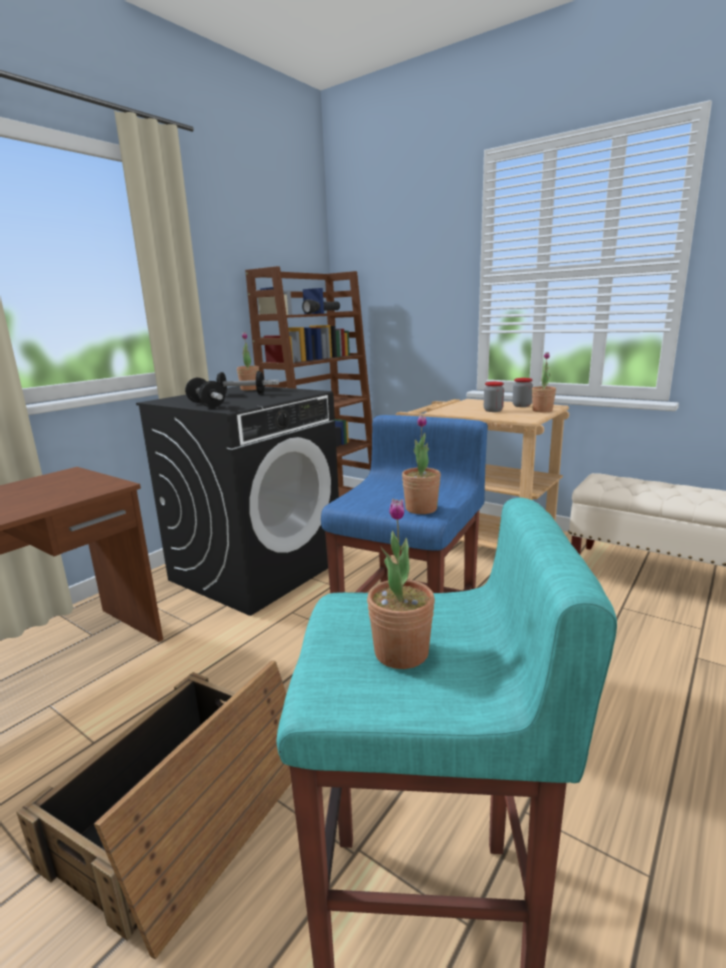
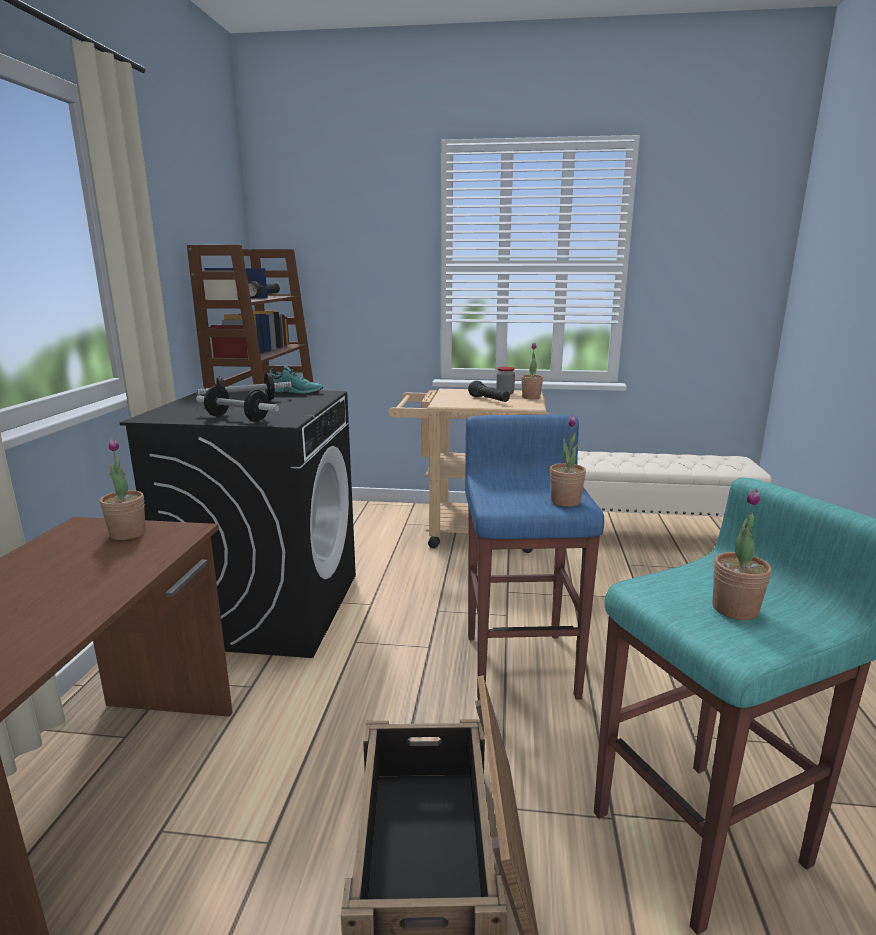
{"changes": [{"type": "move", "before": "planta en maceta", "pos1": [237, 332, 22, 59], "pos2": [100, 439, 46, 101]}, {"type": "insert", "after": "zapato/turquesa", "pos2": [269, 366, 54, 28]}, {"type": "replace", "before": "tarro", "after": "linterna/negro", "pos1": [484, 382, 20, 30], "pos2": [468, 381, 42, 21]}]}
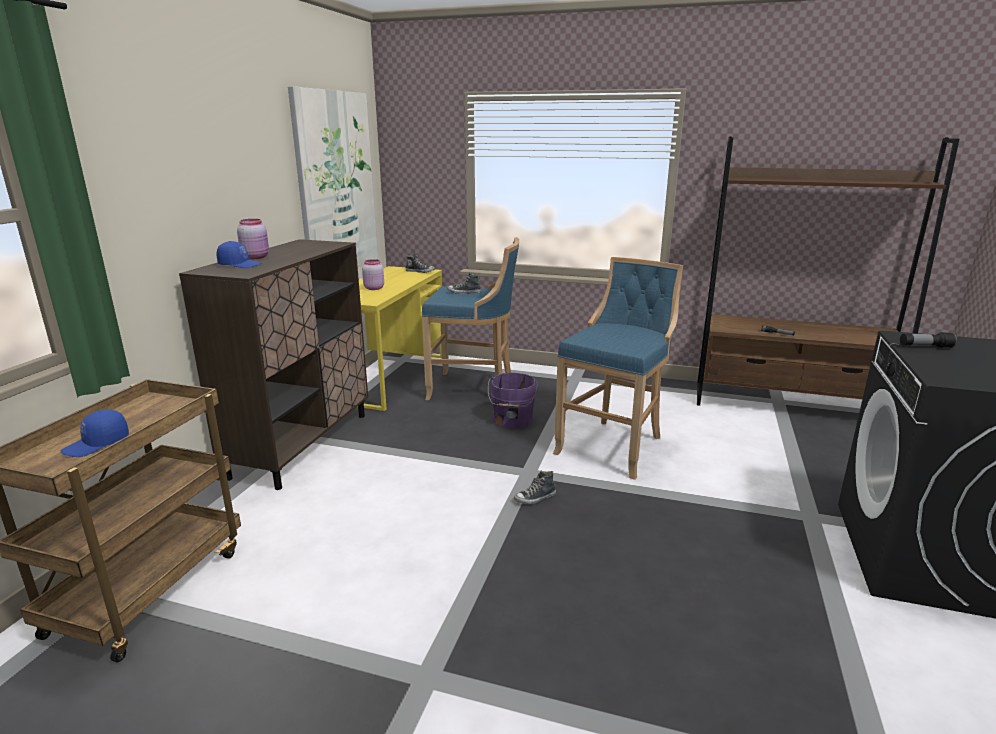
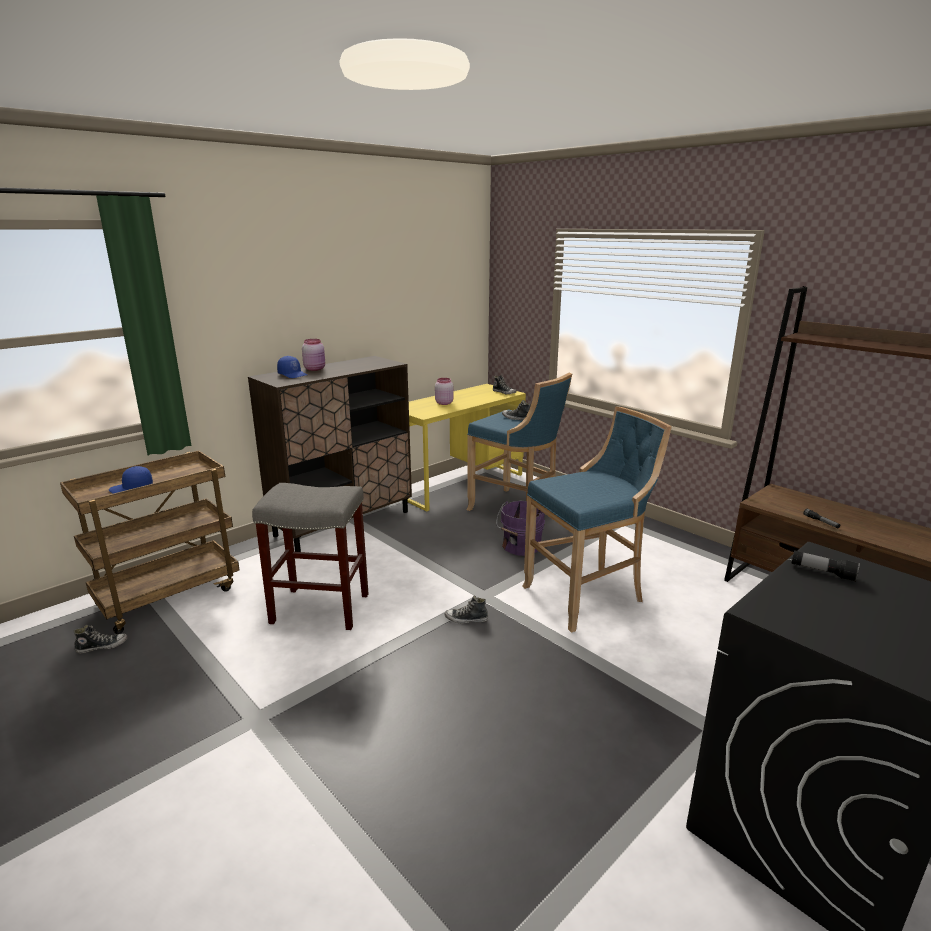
{"changes": [{"type": "insert", "after": "zapato", "pos2": [73, 625, 55, 28]}, {"type": "insert", "after": "taburete/gris", "pos2": [252, 483, 116, 147]}, {"type": "delete", "before": "cuadro", "pos1": [288, 86, 90, 181]}]}
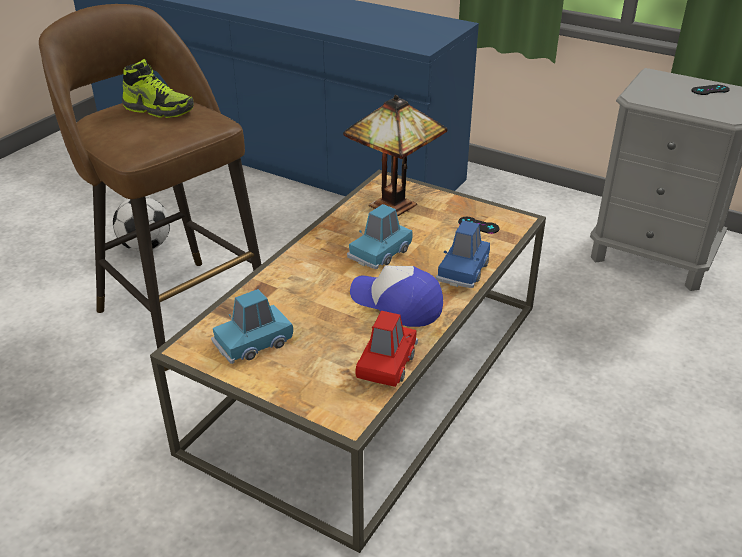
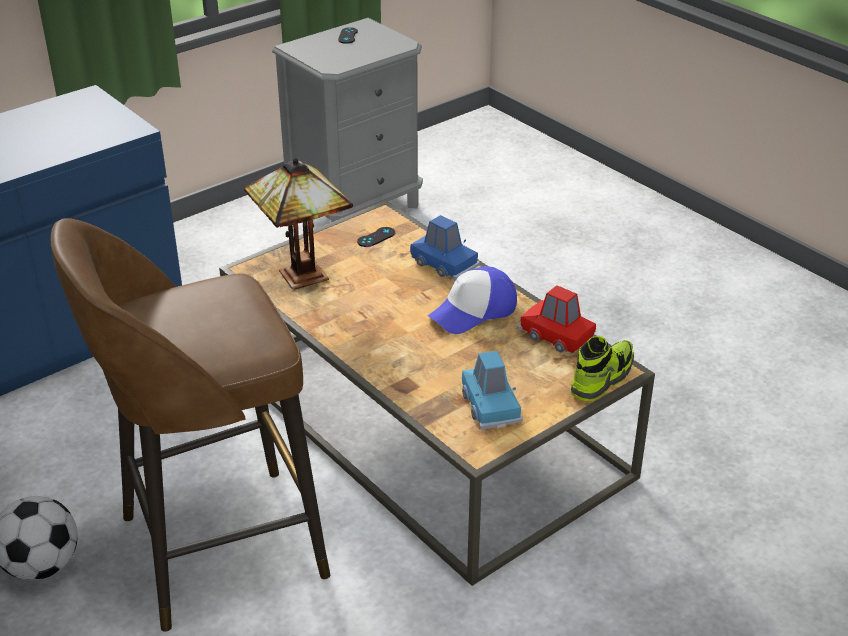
{"changes": [{"type": "move", "before": "zapato", "pos1": [122, 59, 72, 59], "pos2": [571, 336, 63, 65]}, {"type": "delete", "before": "coche de juguete/azul", "pos1": [347, 204, 66, 65]}]}
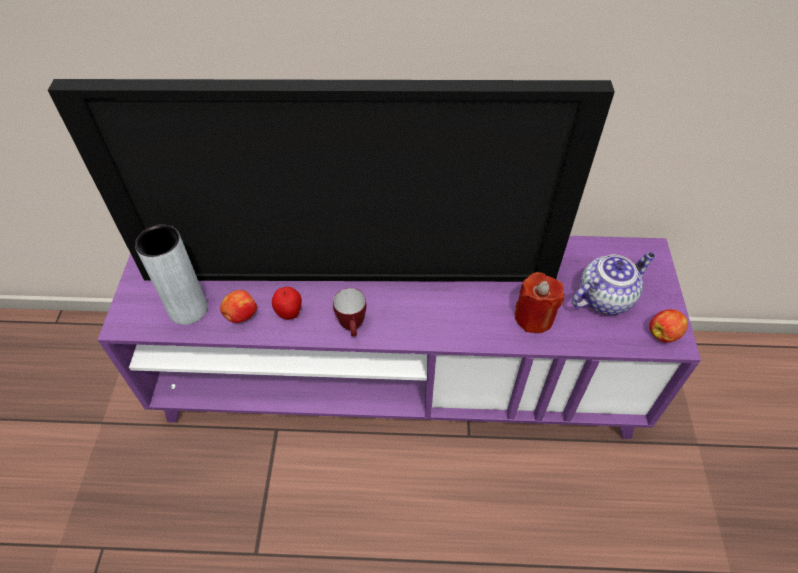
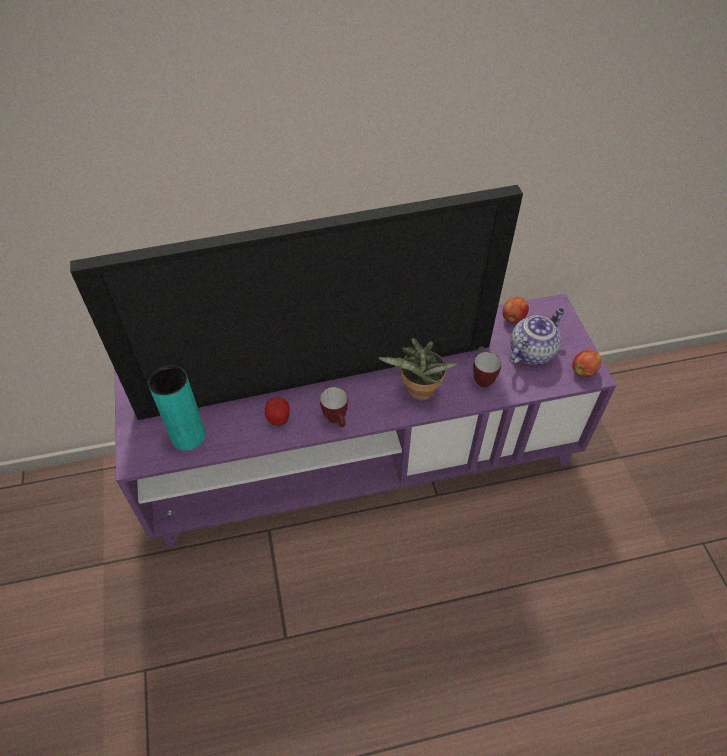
{"changes": [{"type": "recolor", "before": "florero/gris", "after": "florero/turquesa", "pos1": [135, 225, 72, 100], "pos2": [148, 366, 57, 85]}, {"type": "insert", "after": "planta en maceta", "pos2": [378, 338, 80, 63]}, {"type": "replace", "before": "vela/rojo", "after": "taza grande", "pos1": [515, 272, 49, 61], "pos2": [473, 352, 28, 36]}, {"type": "move", "before": "manzana", "pos1": [220, 290, 37, 33], "pos2": [503, 297, 26, 26]}]}
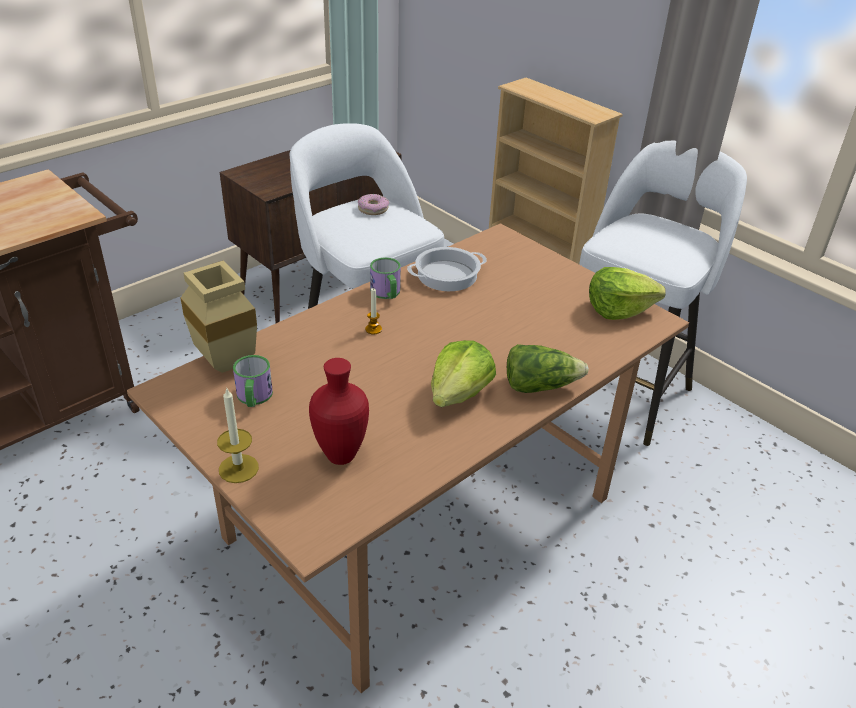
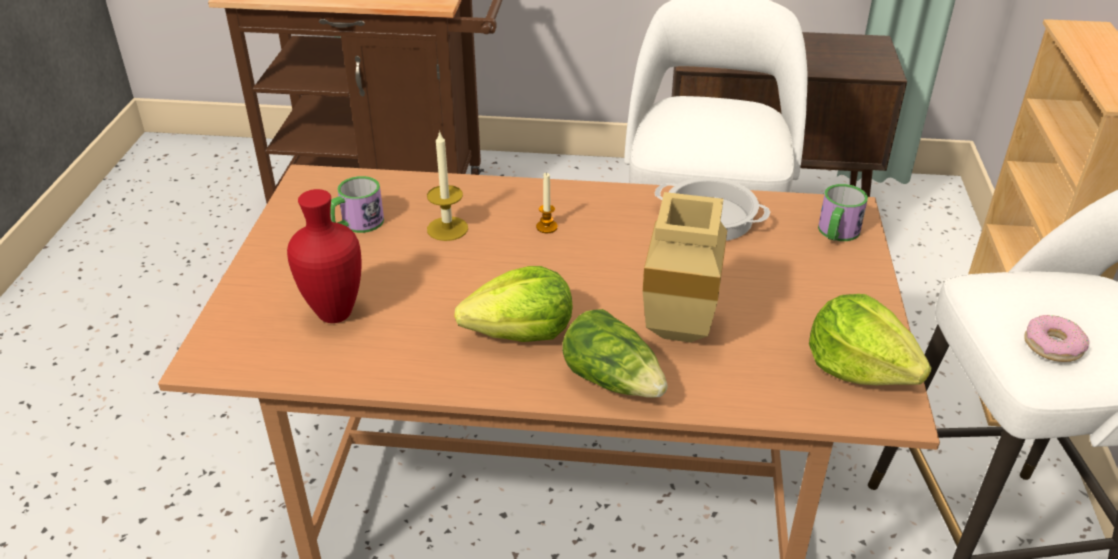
{"changes": [{"type": "move", "before": "vela", "pos1": [217, 387, 42, 96], "pos2": [427, 130, 41, 111]}, {"type": "move", "before": "florero/beis", "pos1": [181, 260, 76, 113], "pos2": [643, 192, 84, 151]}, {"type": "move", "before": "taza grande", "pos1": [370, 257, 31, 42], "pos2": [818, 184, 50, 57]}, {"type": "move", "before": "rosquilla", "pos1": [358, 194, 31, 21], "pos2": [1024, 315, 65, 47]}]}
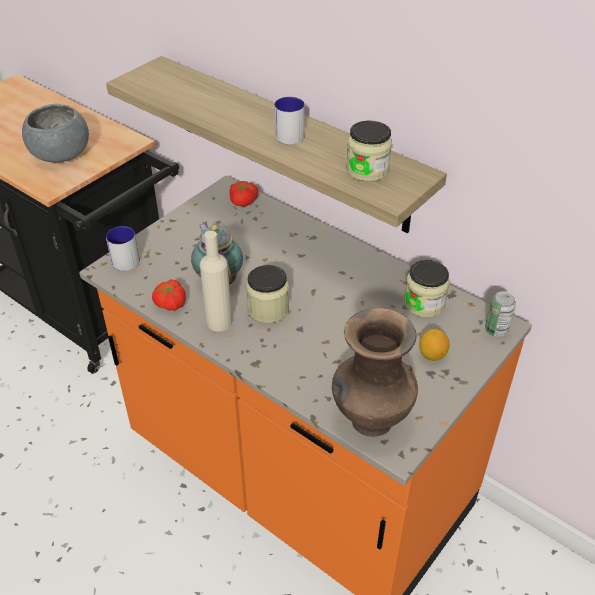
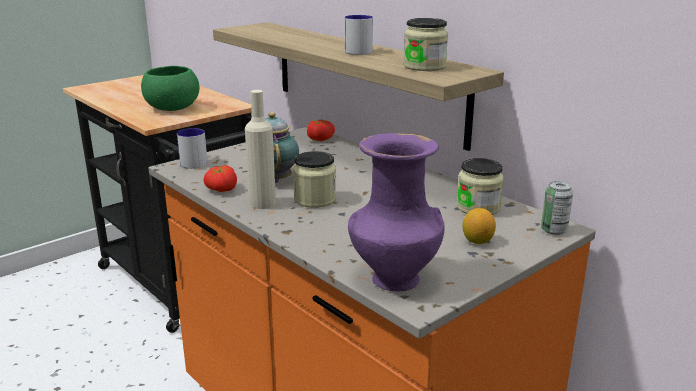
{"changes": [{"type": "recolor", "before": "cuenco/gris", "after": "cuenco/verde", "pos1": [22, 104, 67, 58], "pos2": [141, 66, 58, 45]}, {"type": "recolor", "before": "florero/marrón", "after": "florero/morado", "pos1": [332, 308, 86, 129], "pos2": [348, 133, 96, 158]}]}
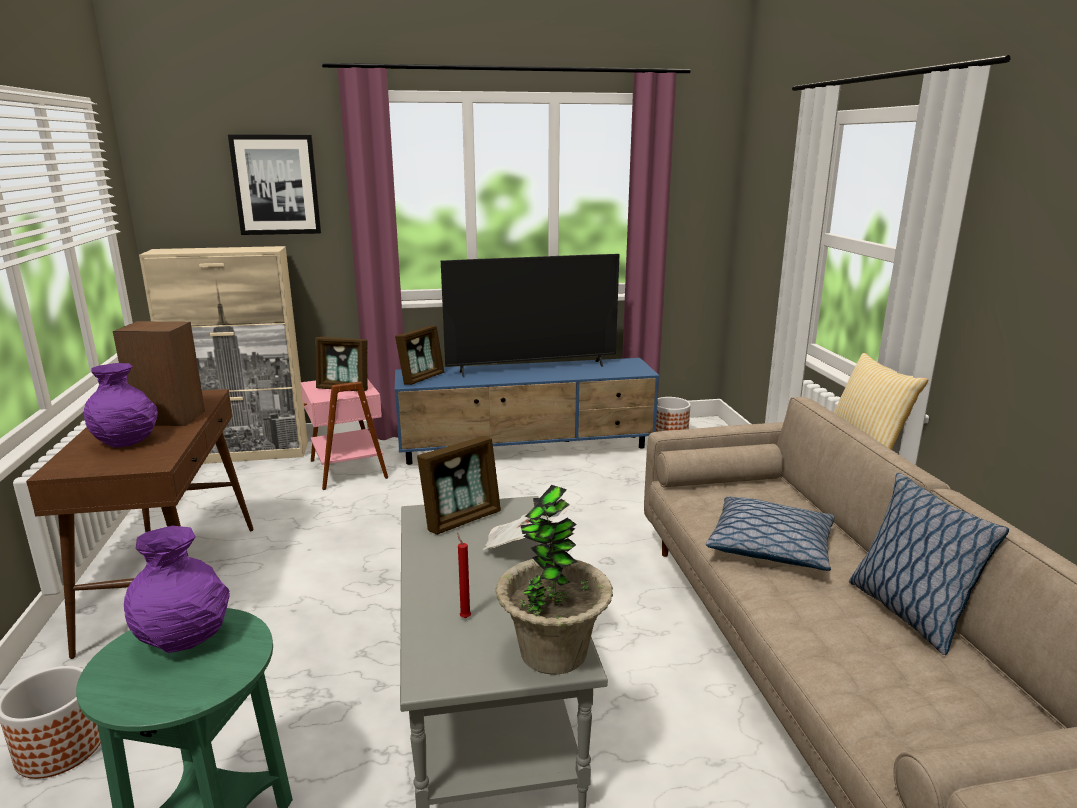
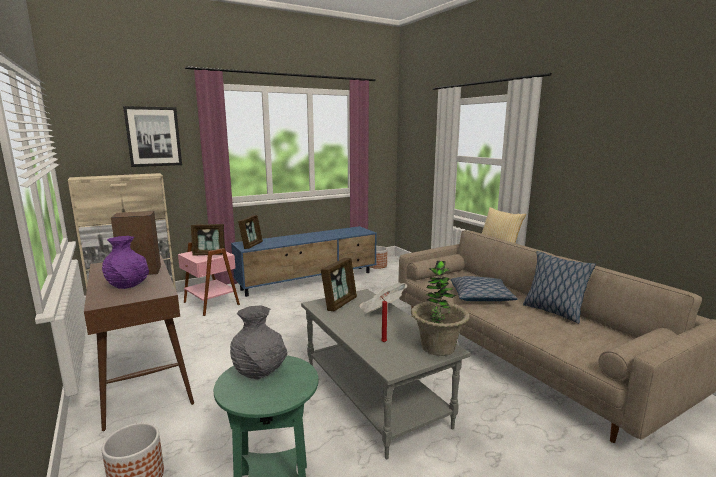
{"changes": [{"type": "recolor", "before": "florero/morado", "after": "florero/gris", "pos1": [124, 526, 106, 127], "pos2": [230, 305, 57, 75]}, {"type": "delete", "before": "televisor", "pos1": [441, 254, 178, 124]}]}
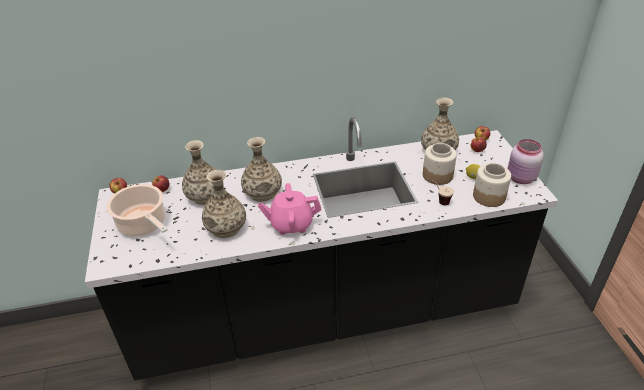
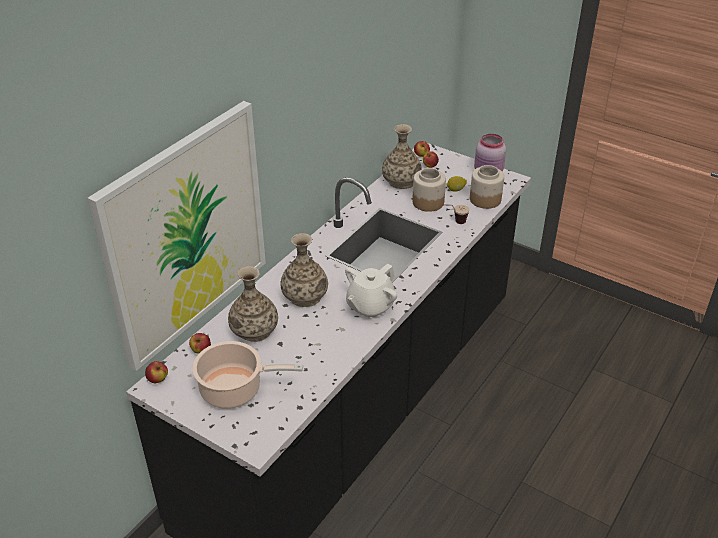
{"changes": [{"type": "insert", "after": "cuadro", "pos2": [87, 101, 179, 270]}, {"type": "recolor", "before": "tetera/rosa", "after": "tetera/blanco", "pos1": [258, 183, 63, 52], "pos2": [345, 263, 52, 57]}, {"type": "delete", "before": "florero", "pos1": [202, 170, 44, 68]}]}
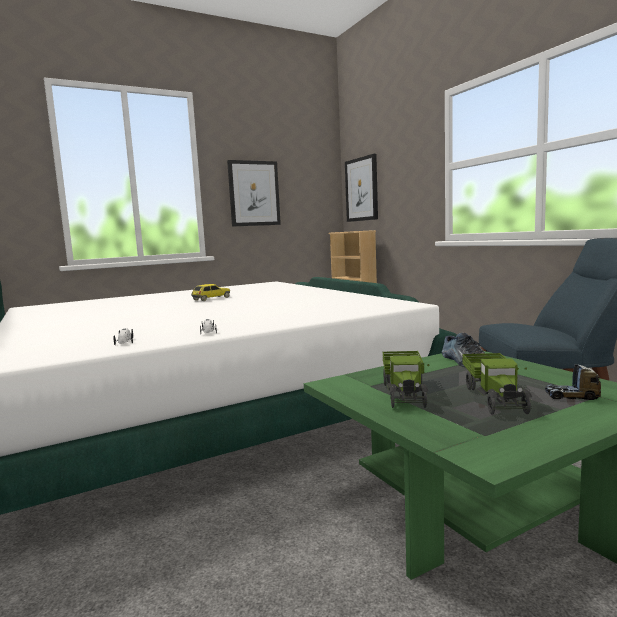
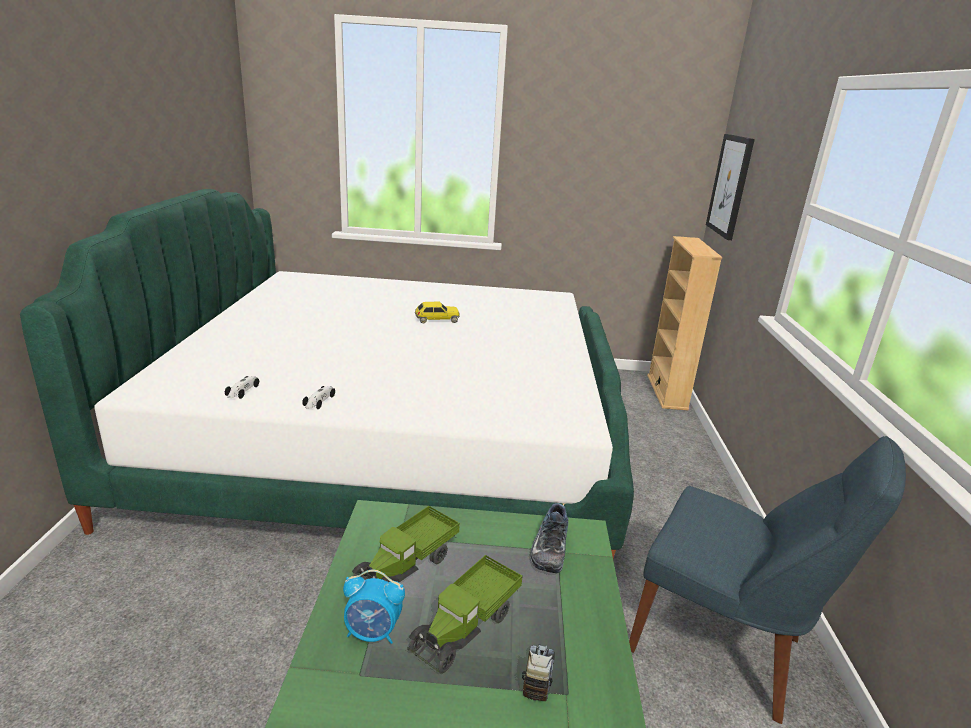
{"changes": [{"type": "insert", "after": "despertador", "pos2": [343, 569, 62, 75]}, {"type": "rotate", "before": "camión de juguete", "pos1": [545, 364, 56, 36], "pos2": [522, 644, 33, 57], "turn": 60}, {"type": "delete", "before": "cuadro", "pos1": [227, 160, 54, 67]}]}
